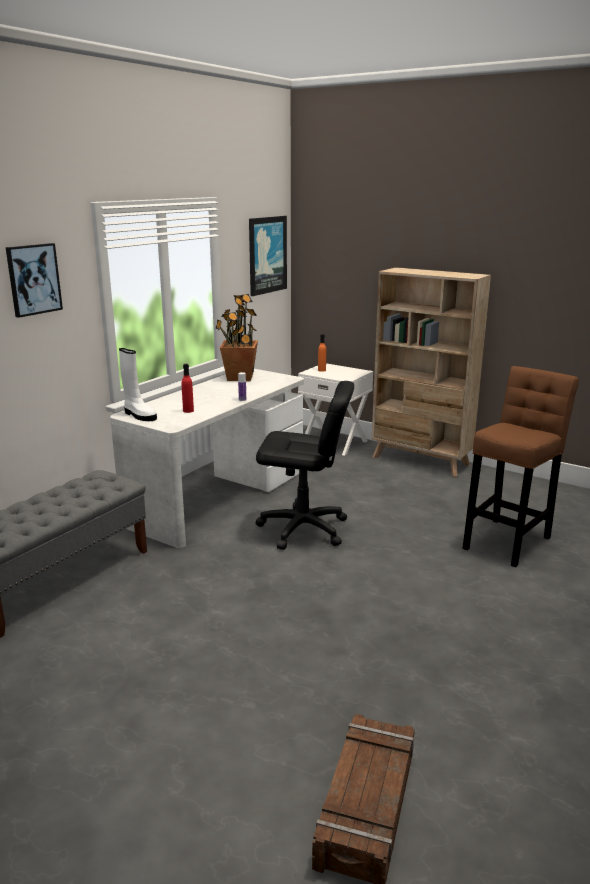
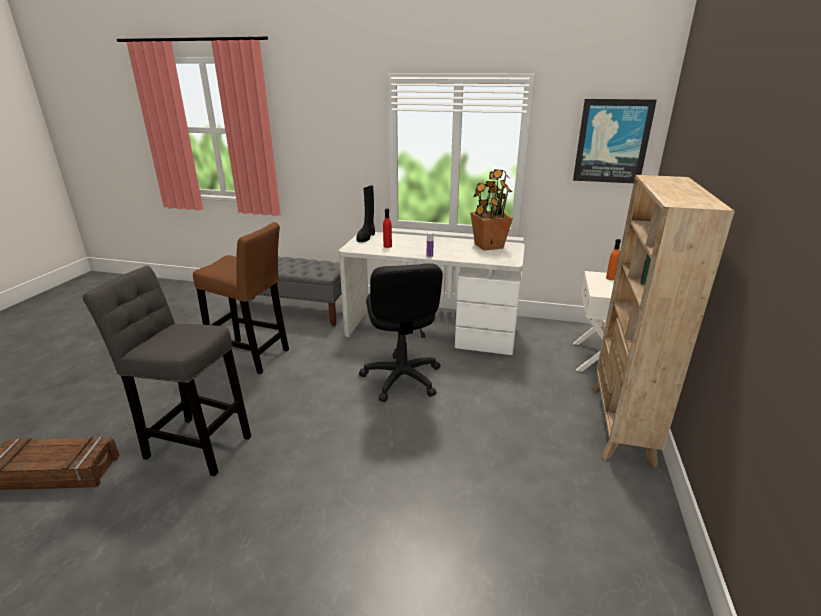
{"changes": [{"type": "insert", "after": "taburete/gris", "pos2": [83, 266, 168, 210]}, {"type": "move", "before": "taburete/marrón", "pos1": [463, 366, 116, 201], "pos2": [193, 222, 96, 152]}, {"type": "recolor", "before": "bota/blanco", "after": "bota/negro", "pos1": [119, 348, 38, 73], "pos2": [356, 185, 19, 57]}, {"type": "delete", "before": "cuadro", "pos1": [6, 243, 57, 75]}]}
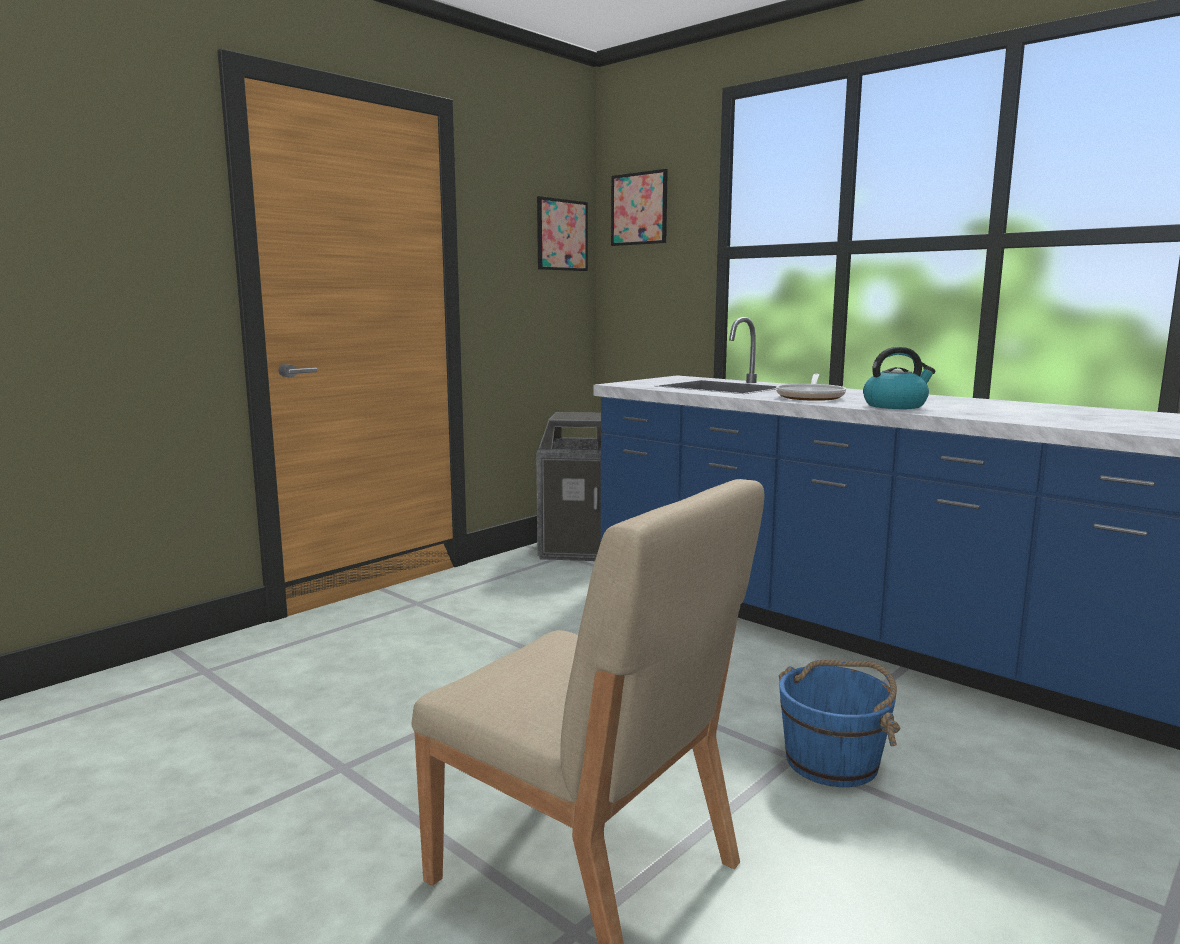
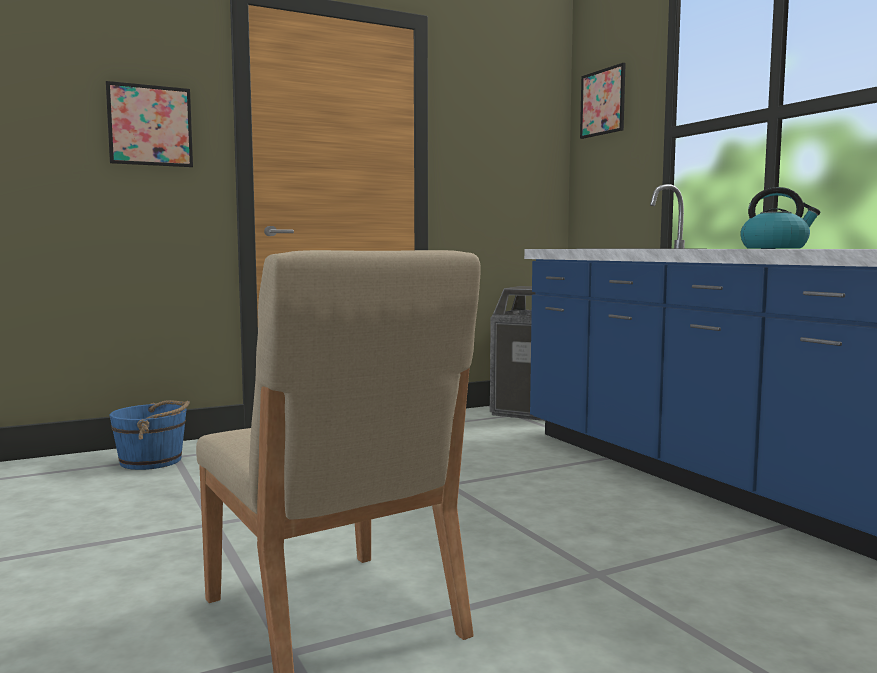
{"changes": [{"type": "move", "before": "cuadro", "pos1": [537, 196, 51, 75], "pos2": [106, 81, 87, 86]}, {"type": "move", "before": "cubo/azul", "pos1": [779, 660, 121, 127], "pos2": [110, 400, 80, 70]}, {"type": "delete", "before": "sartén", "pos1": [776, 374, 70, 27]}]}
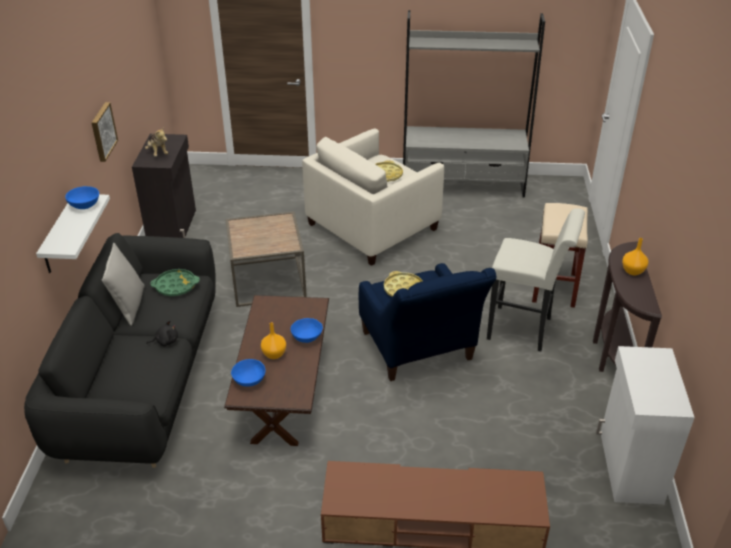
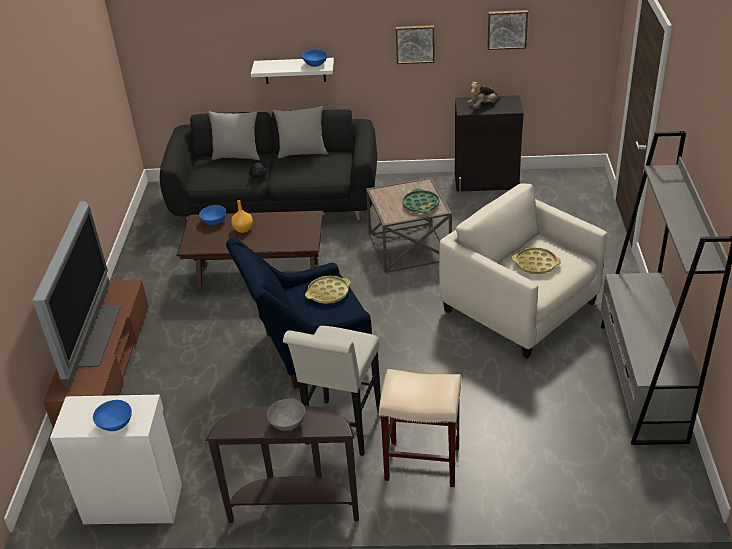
{"changes": [{"type": "insert", "after": "televisor", "pos2": [32, 201, 89, 186]}, {"type": "move", "before": "cuenco/azul", "pos1": [291, 318, 32, 25], "pos2": [93, 400, 39, 31]}, {"type": "insert", "after": "cojín/gris", "pos2": [208, 111, 52, 49]}, {"type": "replace", "before": "florero/naranja", "after": "cuenco/gris", "pos1": [622, 238, 26, 37], "pos2": [267, 398, 38, 33]}, {"type": "move", "before": "bandeja/verde", "pos1": [151, 269, 49, 27], "pos2": [402, 189, 37, 24]}, {"type": "insert", "after": "cuadro", "pos2": [488, 10, 40, 40]}]}
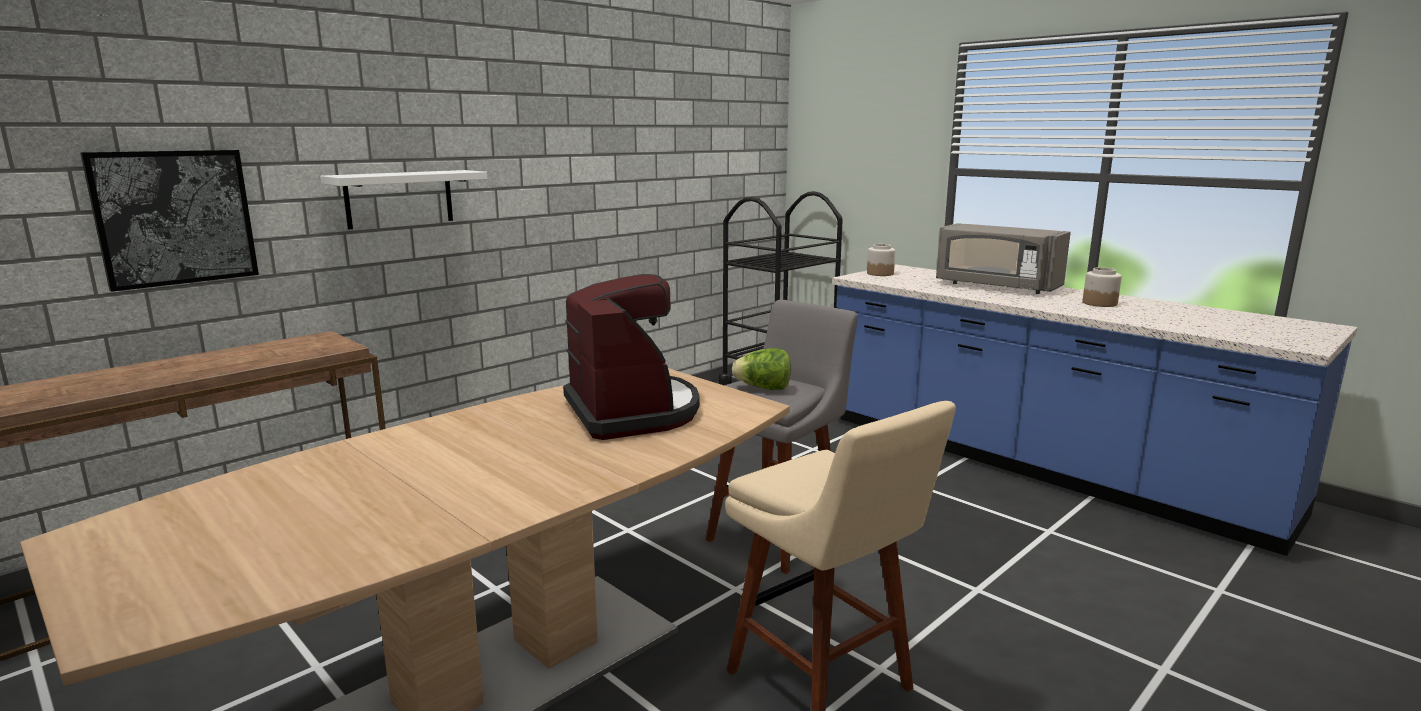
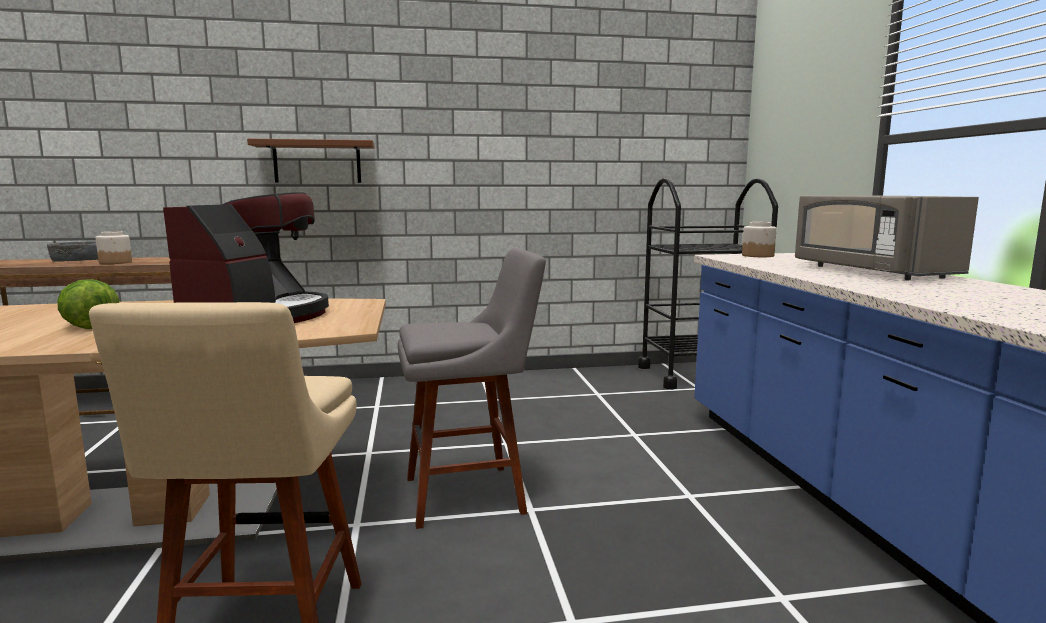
{"changes": [{"type": "insert", "after": "cuenco/gris", "pos2": [47, 241, 51, 21]}, {"type": "move", "before": "lechuga", "pos1": [732, 348, 59, 42], "pos2": [57, 279, 62, 50]}, {"type": "move", "before": "tarro", "pos1": [1083, 267, 39, 40], "pos2": [95, 231, 37, 33]}, {"type": "recolor", "before": "estante/blanco", "after": "estante/marrón", "pos1": [320, 170, 167, 60], "pos2": [247, 139, 128, 44]}, {"type": "delete", "before": "cuadro", "pos1": [80, 150, 179, 142]}]}
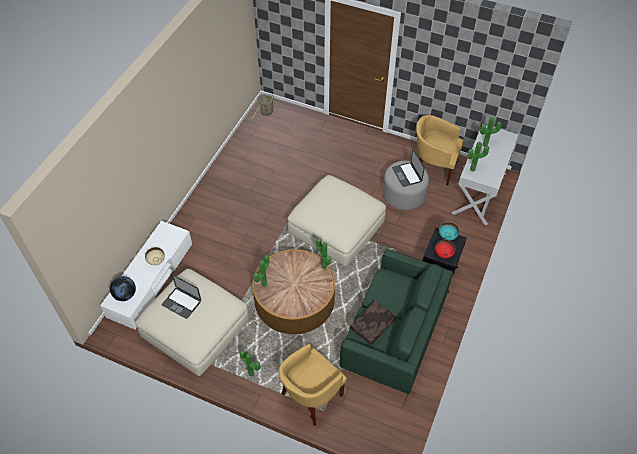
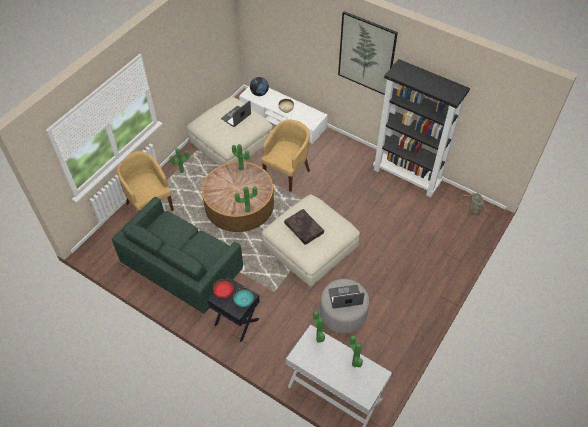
{"changes": [{"type": "move", "before": "sillón/amarillo", "pos1": [416, 115, 48, 70], "pos2": [261, 119, 49, 73]}, {"type": "move", "before": "cojín/marrón", "pos1": [350, 301, 47, 44], "pos2": [284, 209, 40, 36]}, {"type": "insert", "after": "cuadro", "pos2": [338, 11, 60, 84]}, {"type": "insert", "after": "estantería/negro", "pos2": [373, 59, 97, 138]}]}
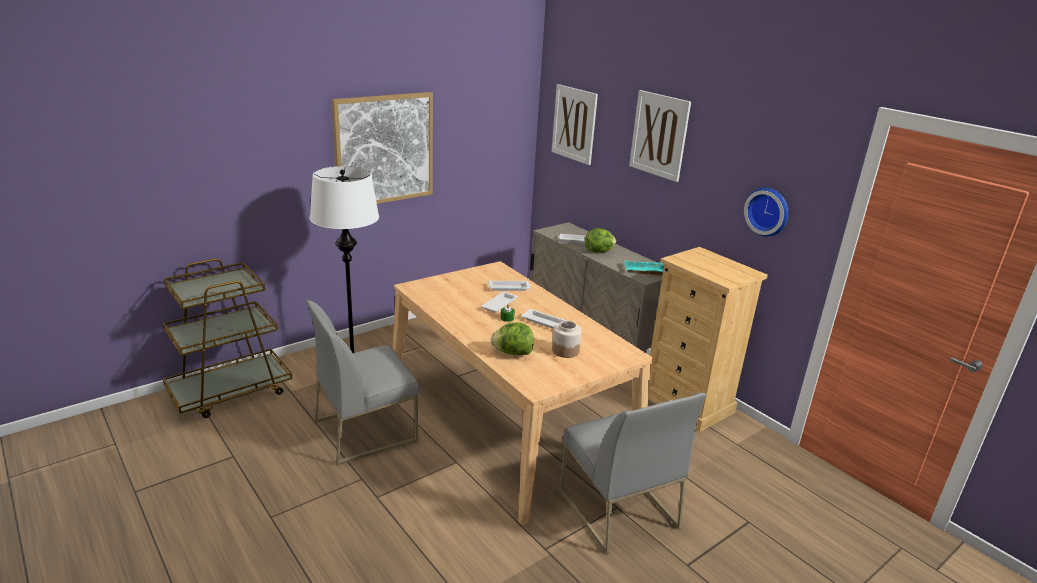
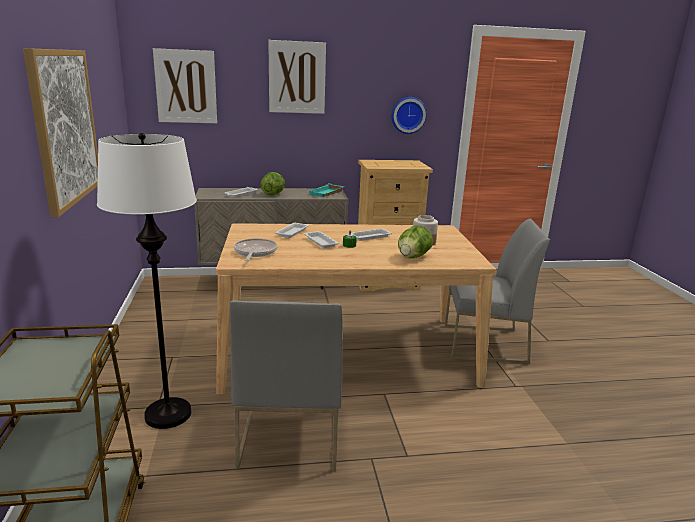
{"changes": [{"type": "insert", "after": "sartén", "pos2": [234, 238, 44, 23]}]}
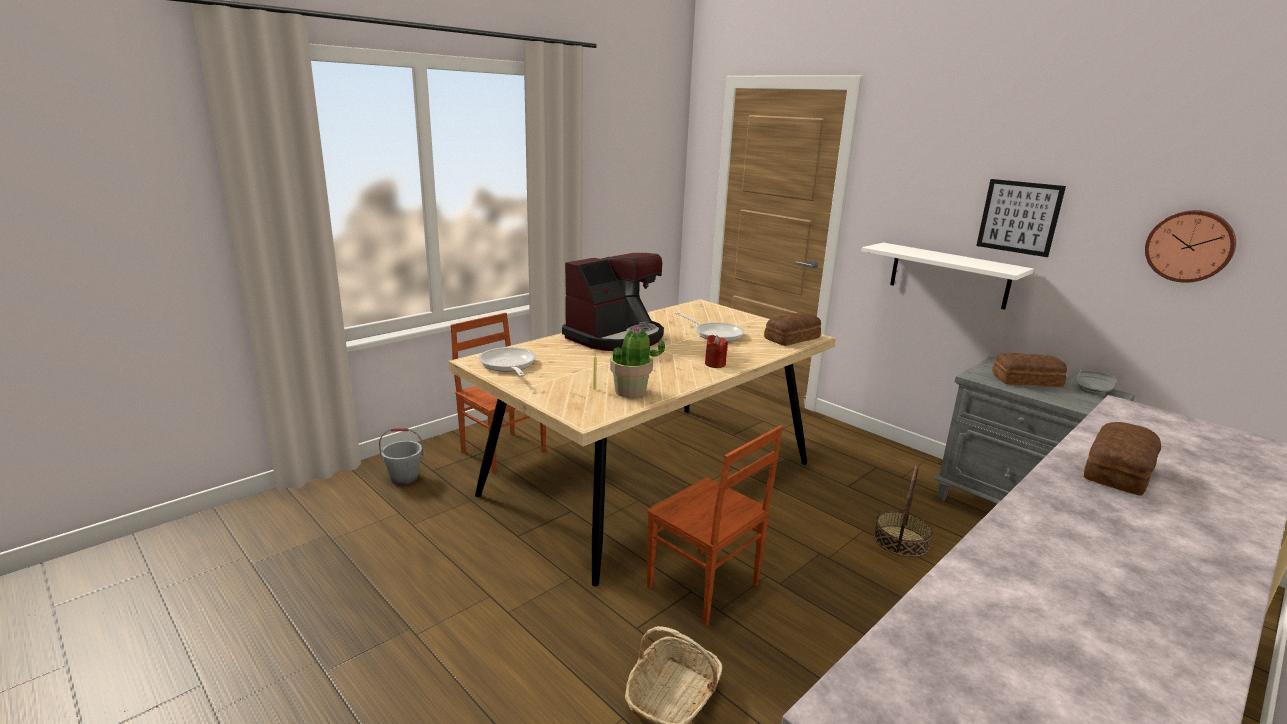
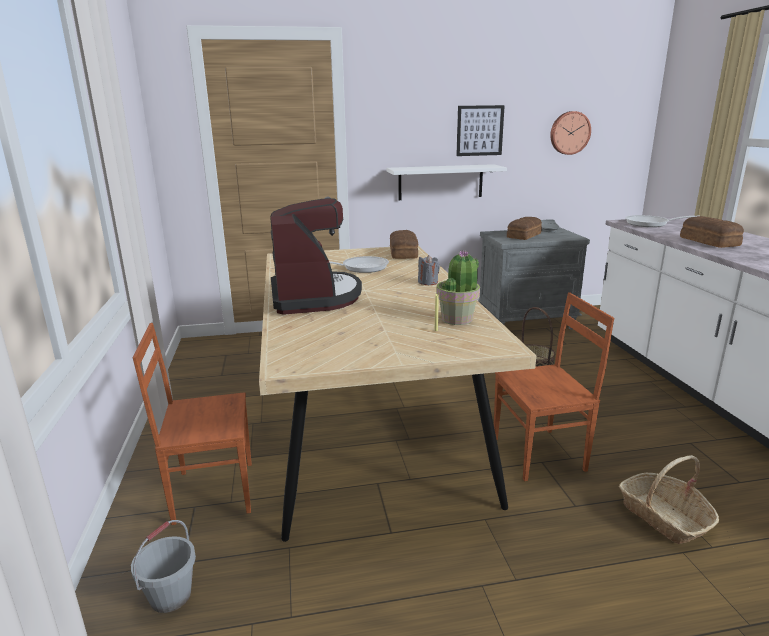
{"changes": [{"type": "recolor", "before": "vela/rojo", "after": "vela/gris", "pos1": [705, 335, 23, 33], "pos2": [418, 255, 22, 30]}, {"type": "move", "before": "sartén", "pos1": [479, 347, 57, 30], "pos2": [625, 215, 74, 12]}]}
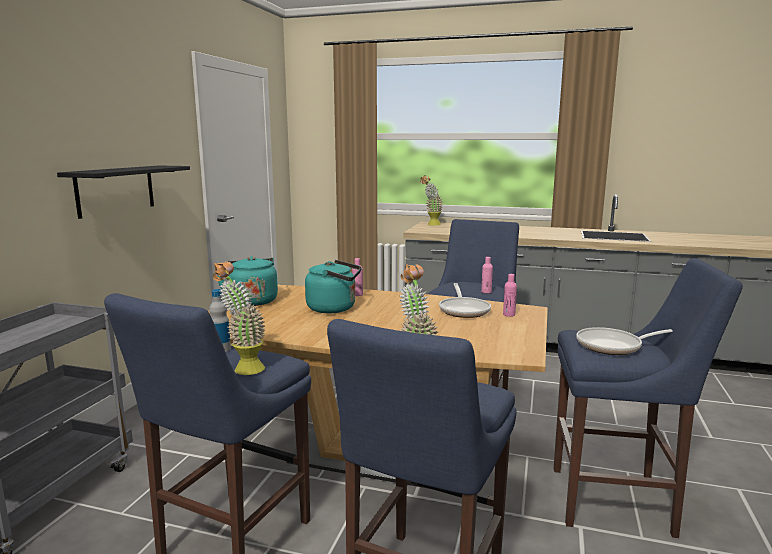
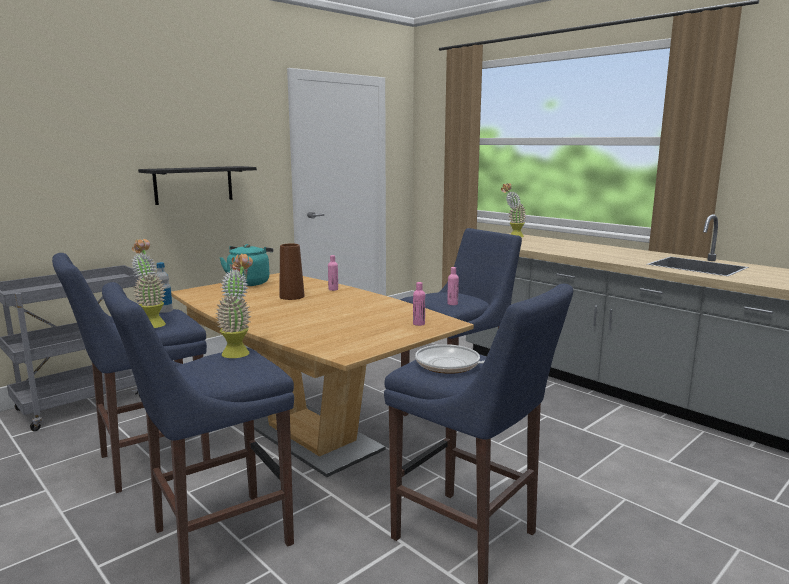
{"changes": [{"type": "replace", "before": "hervidor/turquesa", "after": "florero/marrón", "pos1": [305, 260, 57, 53], "pos2": [279, 244, 26, 56]}, {"type": "delete", "before": "sartén", "pos1": [439, 283, 52, 35]}]}
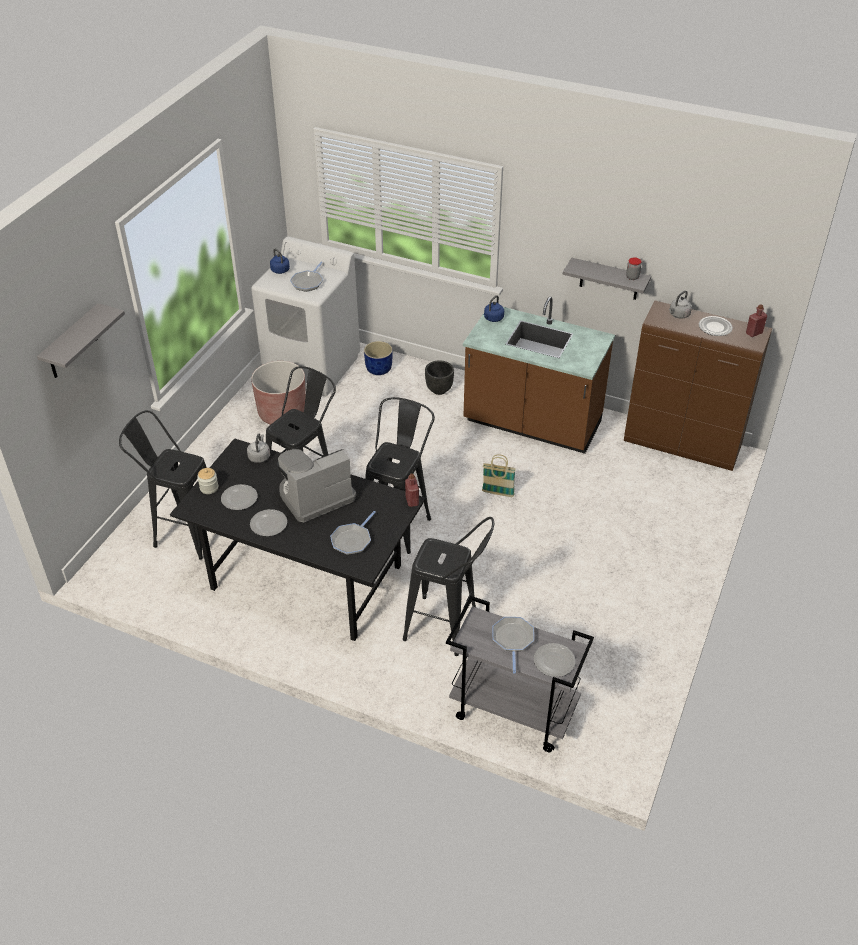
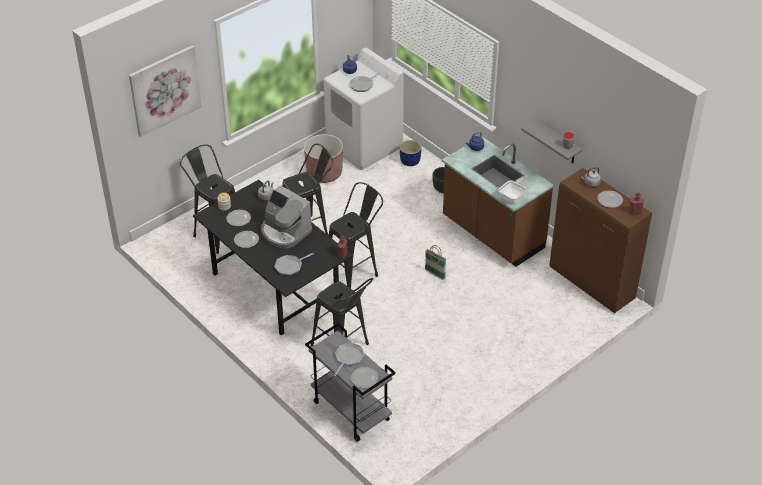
{"changes": [{"type": "replace", "before": "estante/gris", "after": "cuadro", "pos1": [37, 303, 88, 75], "pos2": [129, 45, 73, 92]}, {"type": "rotate", "before": "cafetera", "pos1": [277, 449, 79, 73], "pos2": [261, 185, 51, 63], "turn": -135}, {"type": "insert", "after": "sartén", "pos2": [498, 176, 32, 27]}]}
